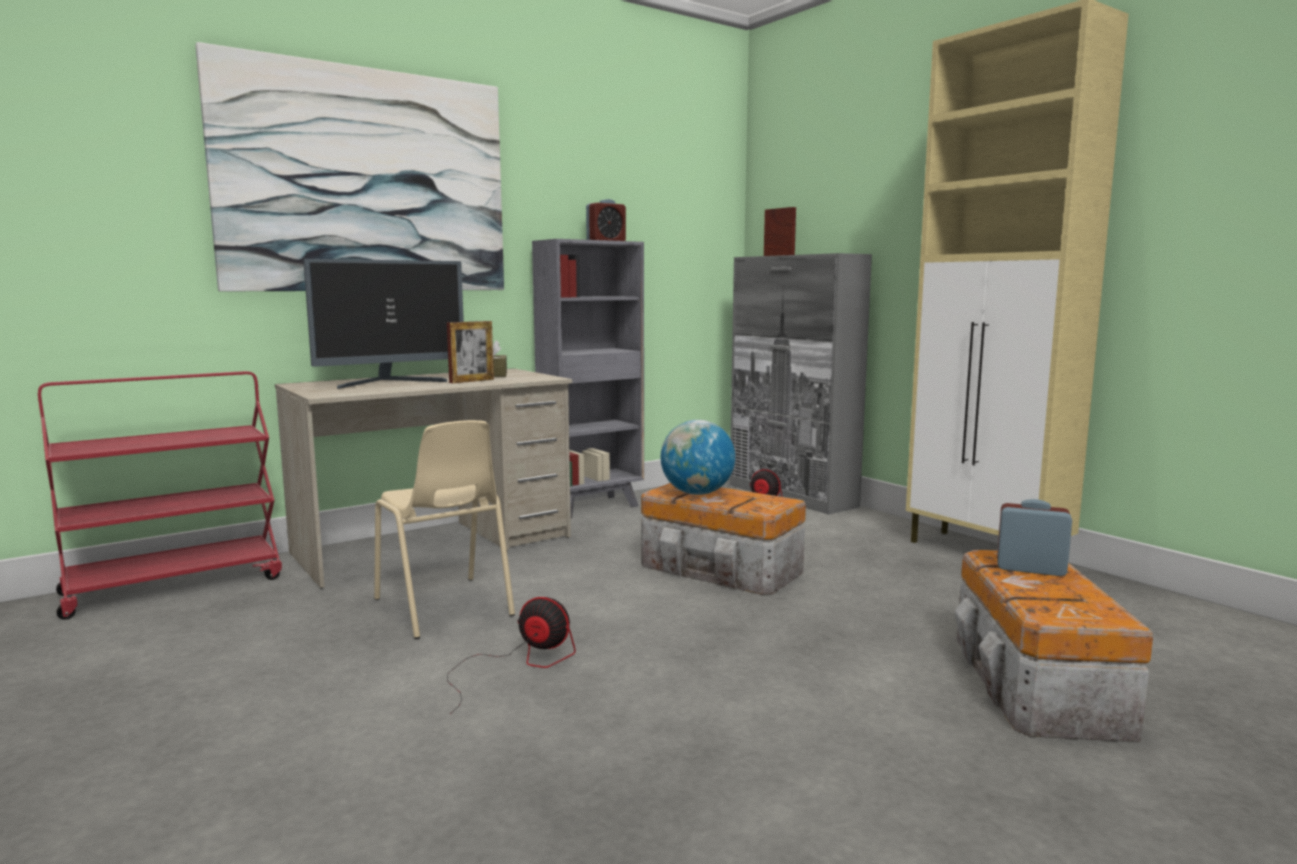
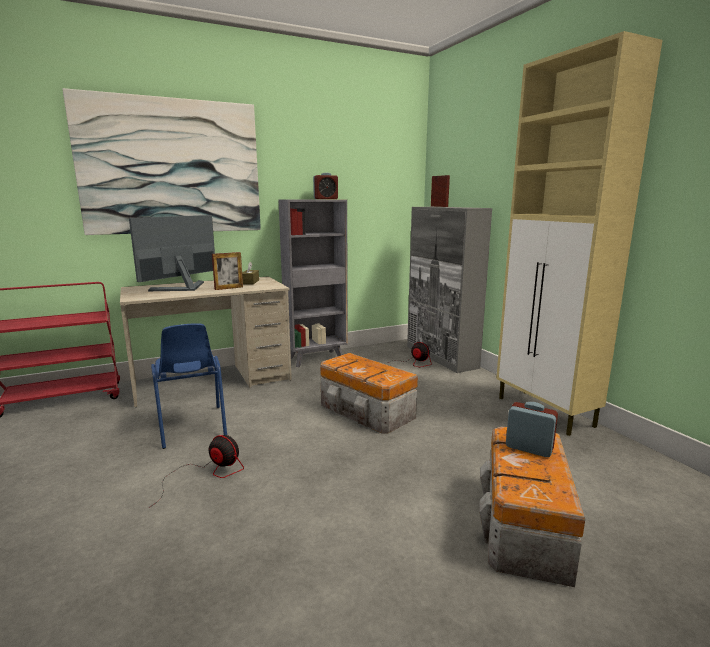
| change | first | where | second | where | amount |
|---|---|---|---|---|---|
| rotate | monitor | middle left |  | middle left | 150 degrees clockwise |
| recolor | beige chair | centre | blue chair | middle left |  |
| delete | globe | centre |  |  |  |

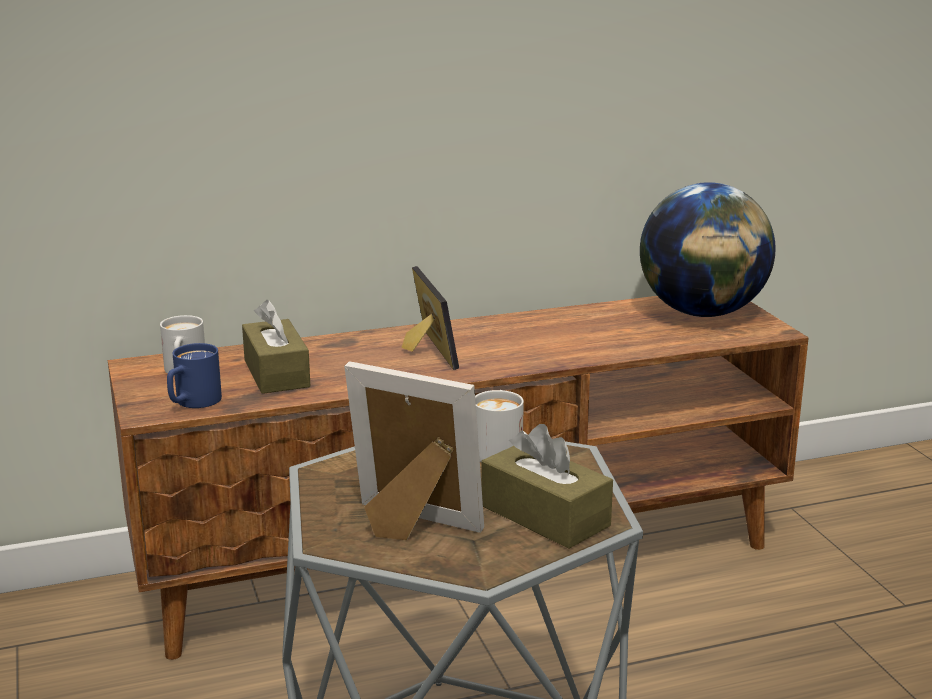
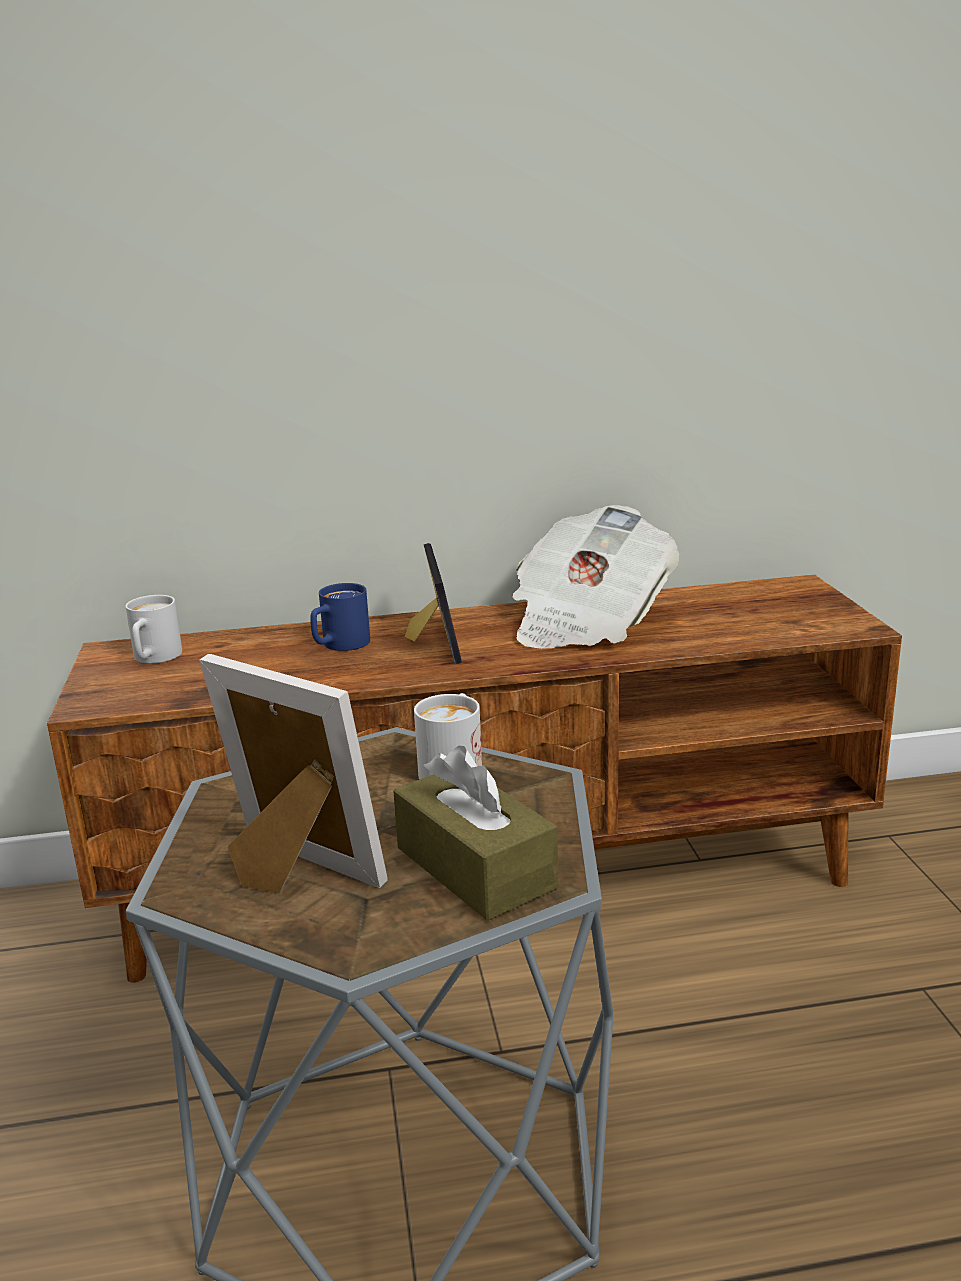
| change | first | where | second | where | amount |
|---|---|---|---|---|---|
| move | blue mug | middle left |  | centre |  |
| insert |  |  | newspaper | centre |  |
| delete | brown tissue box (1st from left) | middle left |  |  |  |
| delete | globe | middle right |  |  |  |

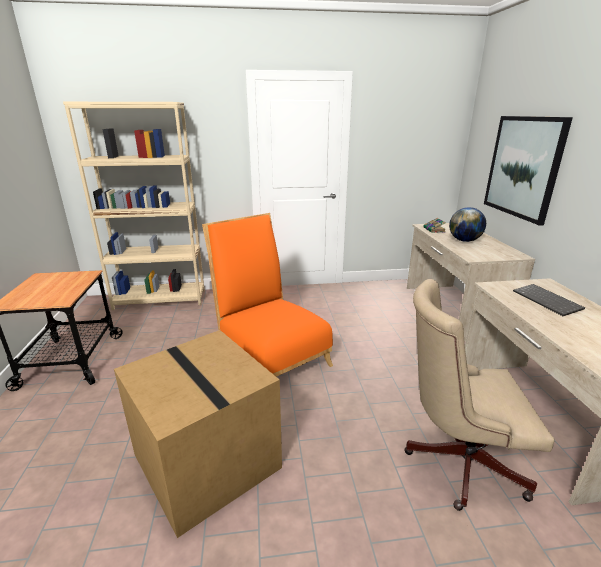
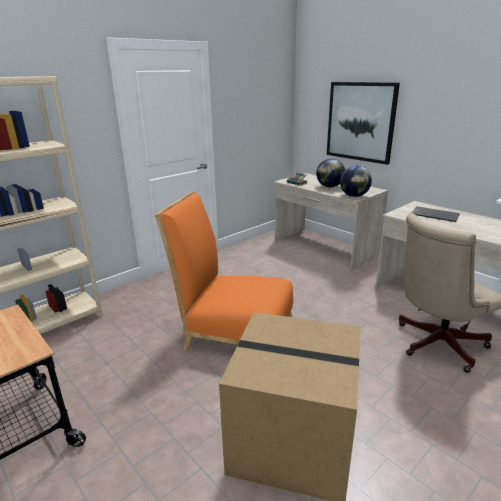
| change | first | where | second | where | amount |
|---|---|---|---|---|---|
| insert |  |  | globe (2nd from left) | middle right |  |

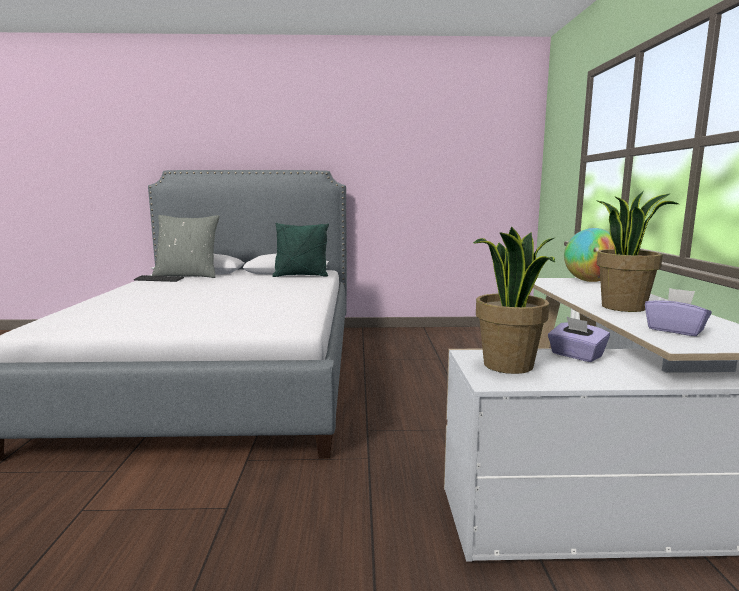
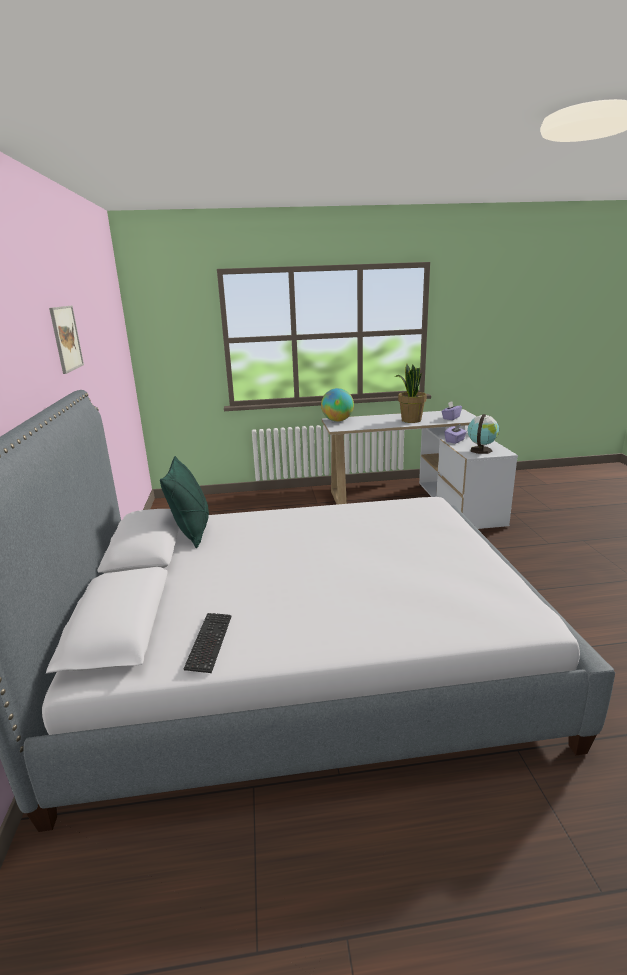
| change | first | where | second | where | amount |
|---|---|---|---|---|---|
| insert |  |  | picture | middle left |  |
| replace | potted plant (1st from left) | middle right | globe (2nd from left) | middle right |  |
| delete | grey pillow | middle left |  |  |  |

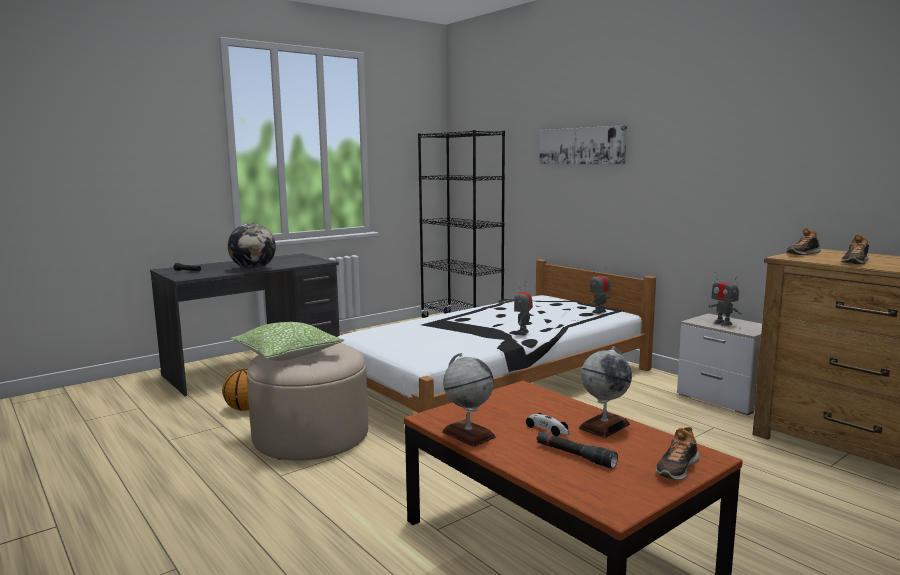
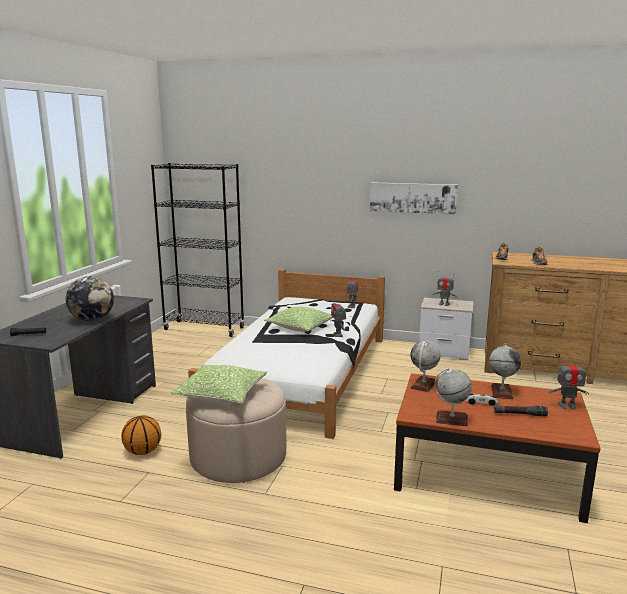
| change | first | where | second | where | amount |
|---|---|---|---|---|---|
| insert |  |  | pillow (2nd from left) | centre |  |
| move | picture | top centre |  | centre |  |
| insert |  |  | globe (2nd from left) | middle right |  |
| replace | shoe (1st from left) | bottom right | toy robot (4th from left) | middle right |  |

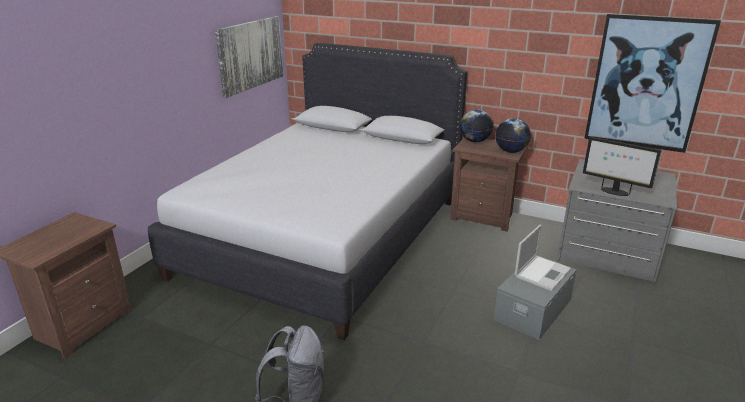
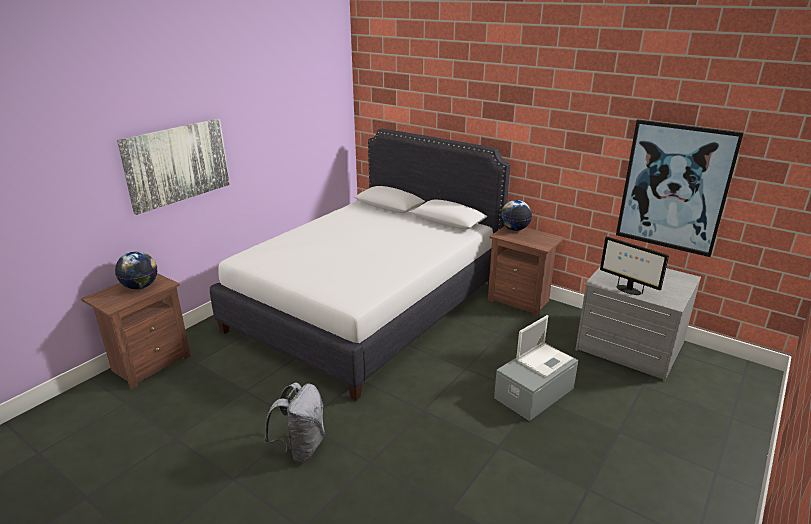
| change | first | where | second | where | amount |
|---|---|---|---|---|---|
| move | globe (2nd from left in the first image) | middle right | globe (1st from left) | middle left |  |
| move | picture (1st from left) | top centre |  | top left |  |

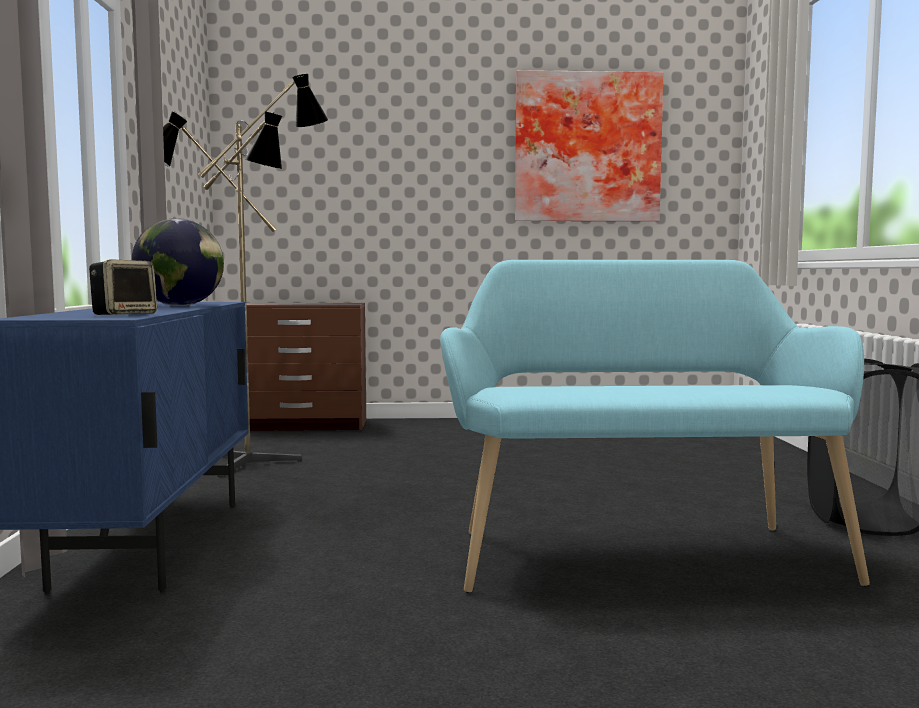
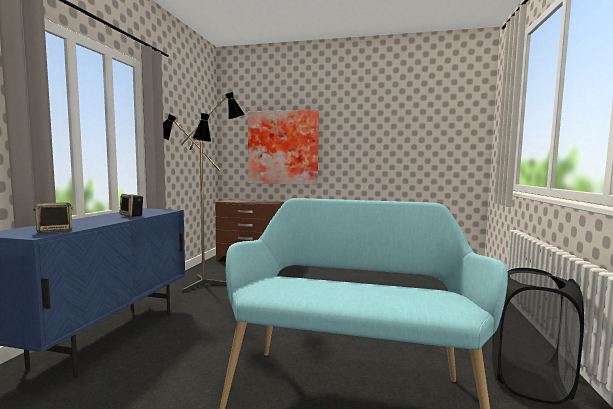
| change | first | where | second | where | amount |
|---|---|---|---|---|---|
| replace | globe | middle left | speaker (2nd from left) | middle left |  |
| move | picture | top centre |  | centre |  |

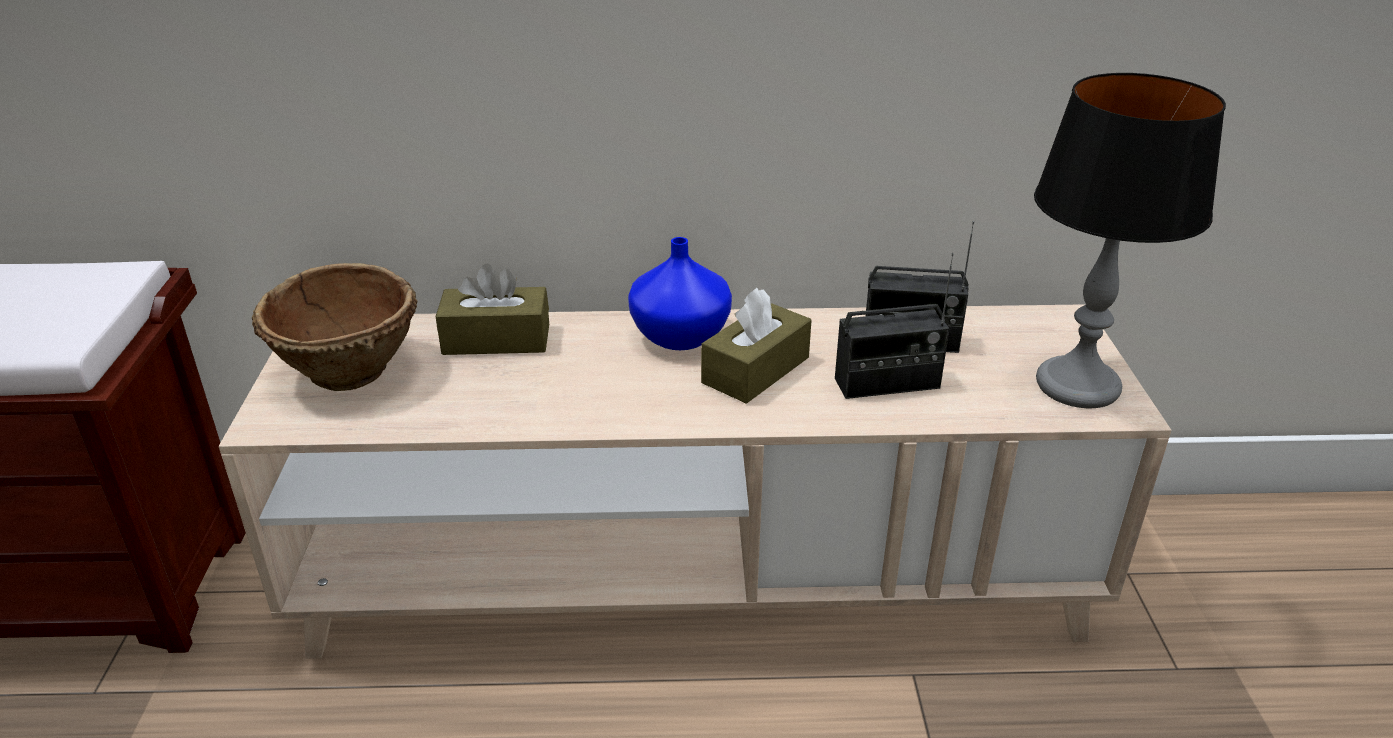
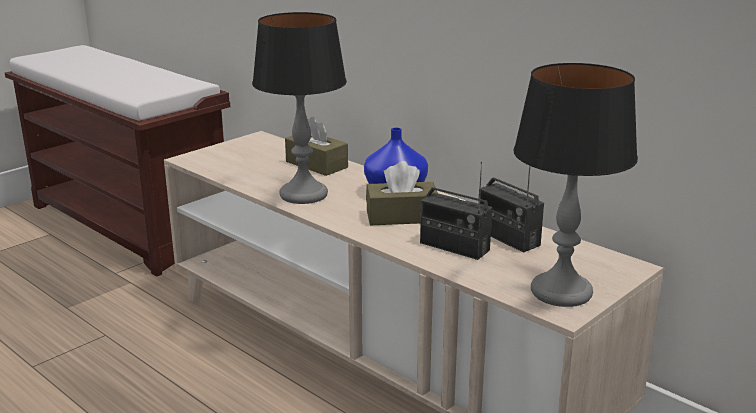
| change | first | where | second | where | amount |
|---|---|---|---|---|---|
| insert |  |  | table lamp (1st from left) | top centre |  |
| delete | brown bowl | middle left |  |  |  |

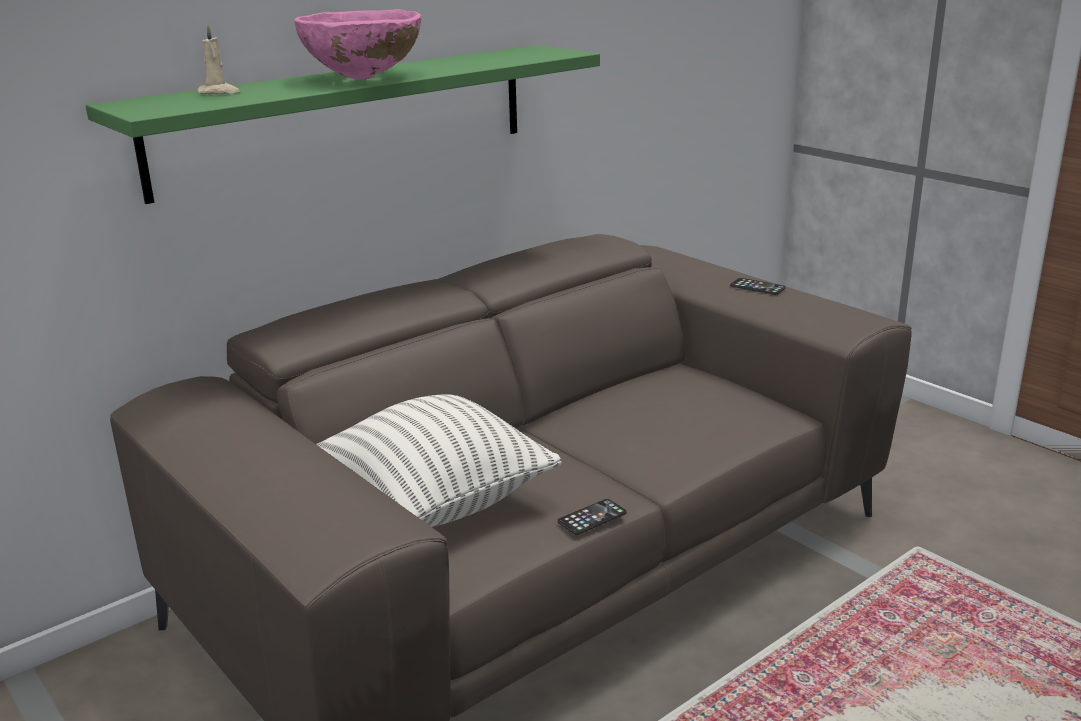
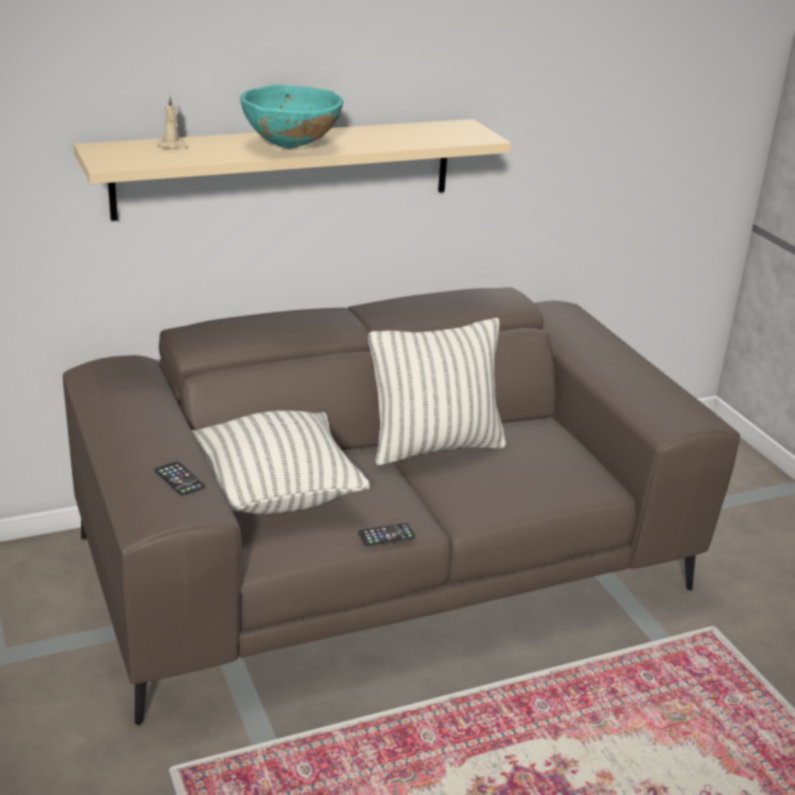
| change | first | where | second | where | amount |
|---|---|---|---|---|---|
| recolor | green shelf | top left | beige shelf | top centre |  |
| move | phone (2nd from left in the first image) | middle right | phone (1st from left) | middle left |  |
| recolor | pink bowl | top left | turquoise bowl | top centre |  |
| insert |  |  | pillow (2nd from left) | centre |  |

